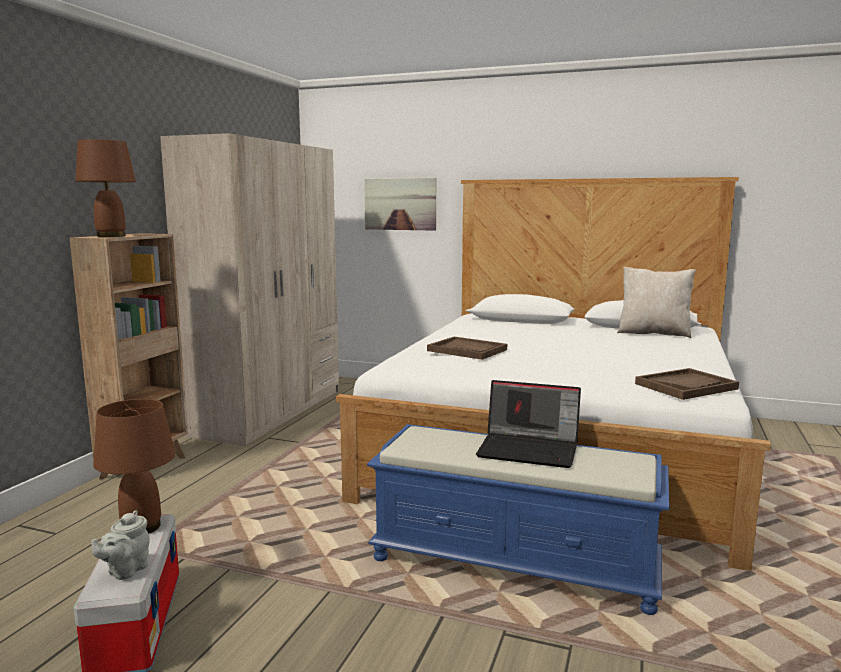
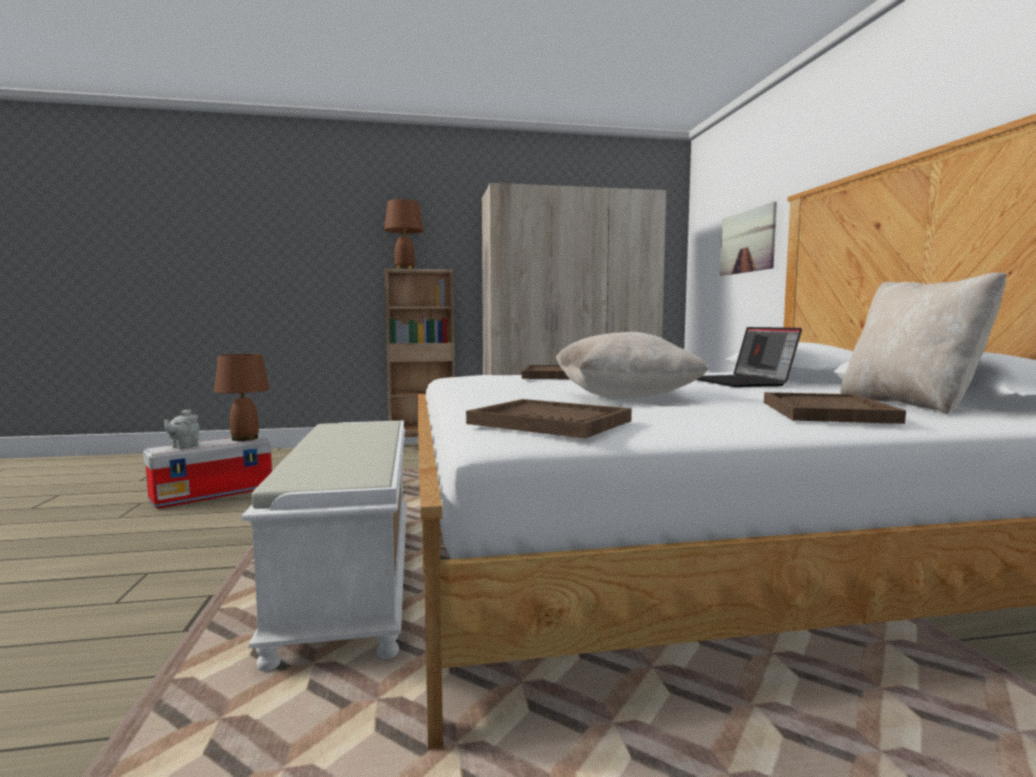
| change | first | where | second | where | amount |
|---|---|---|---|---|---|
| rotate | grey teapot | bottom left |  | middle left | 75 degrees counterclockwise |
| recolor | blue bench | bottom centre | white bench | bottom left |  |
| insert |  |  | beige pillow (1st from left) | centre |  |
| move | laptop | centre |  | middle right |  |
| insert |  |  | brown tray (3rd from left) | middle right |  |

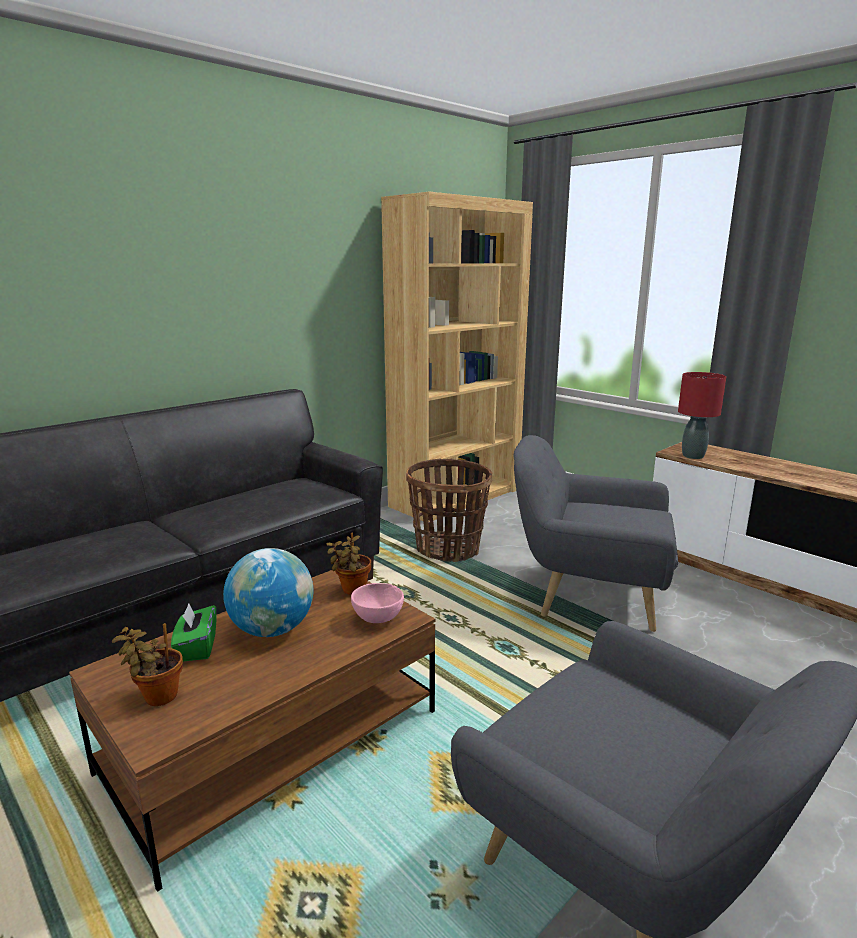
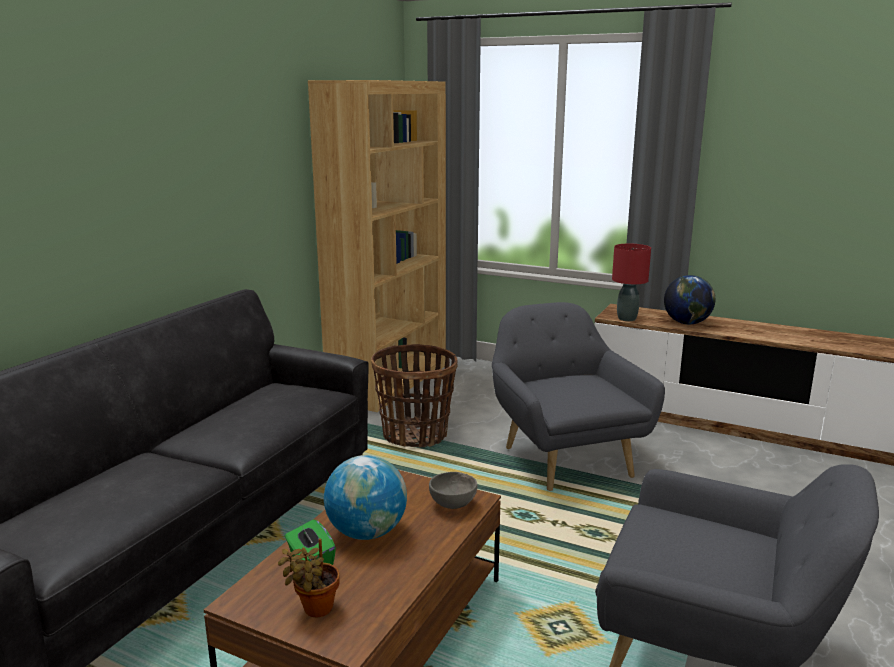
| change | first | where | second | where | amount |
|---|---|---|---|---|---|
| recolor | pink bowl | centre | grey bowl | bottom centre |  |
| rotate | grey armchair (1st from left) | middle right |  | centre | 75 degrees clockwise |
| insert |  |  | globe (2nd from left) | middle right |  |
| delete | potted plant (2nd from left) | centre |  |  |  |

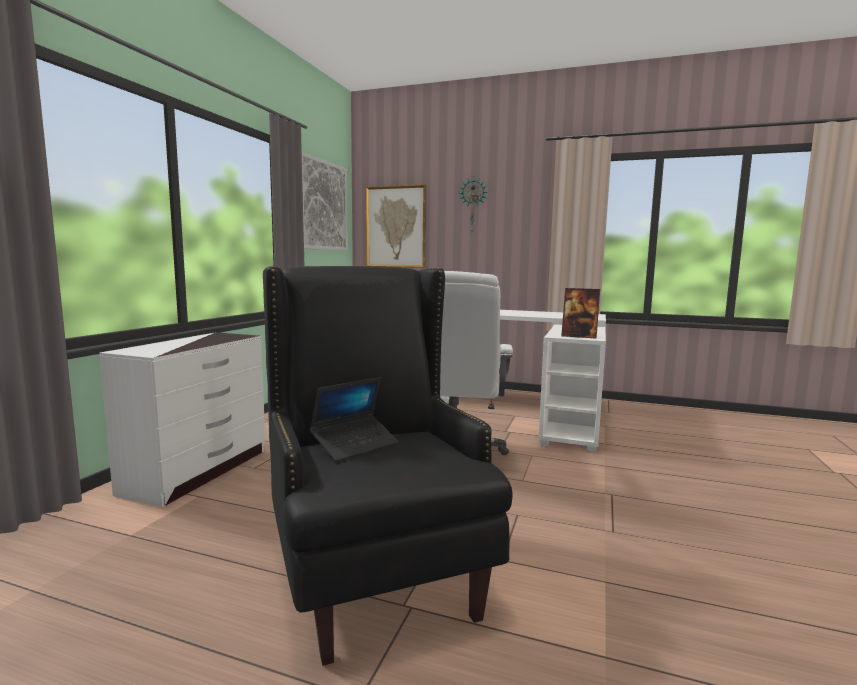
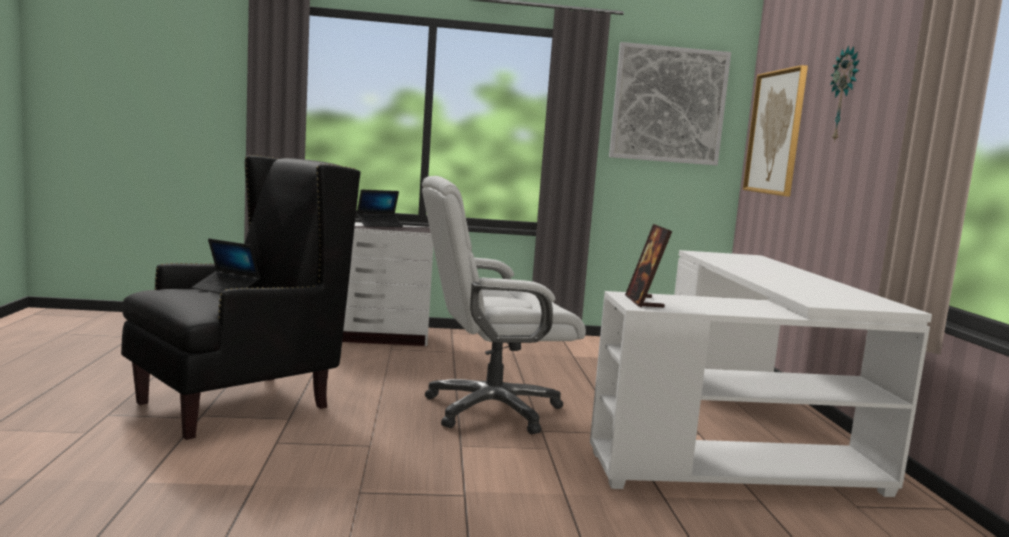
| change | first | where | second | where | amount |
|---|---|---|---|---|---|
| insert |  |  | laptop (2nd from left) | centre |  |

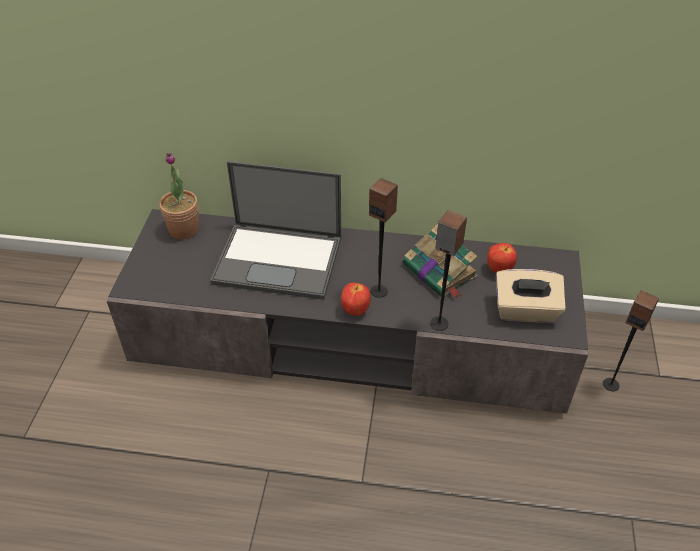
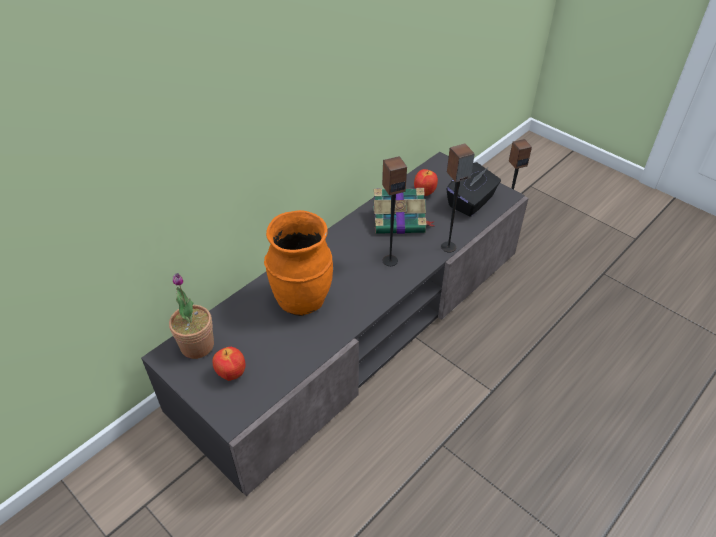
| change | first | where | second | where | amount |
|---|---|---|---|---|---|
| move | apple (1st from left) | centre |  | bottom left |  |
| replace | laptop | centre | orange vase | centre |  |
| recolor | beige tissue box | middle right | black tissue box | centre |  |

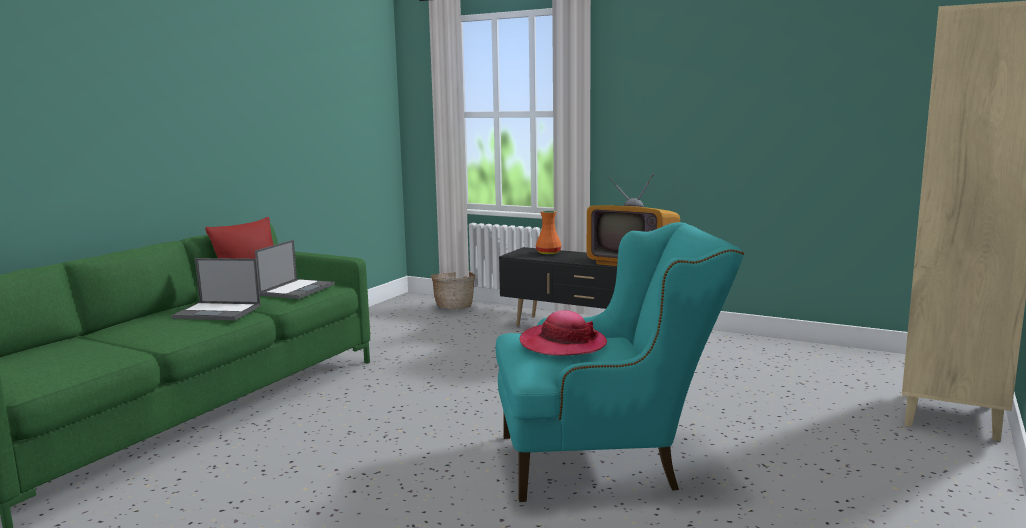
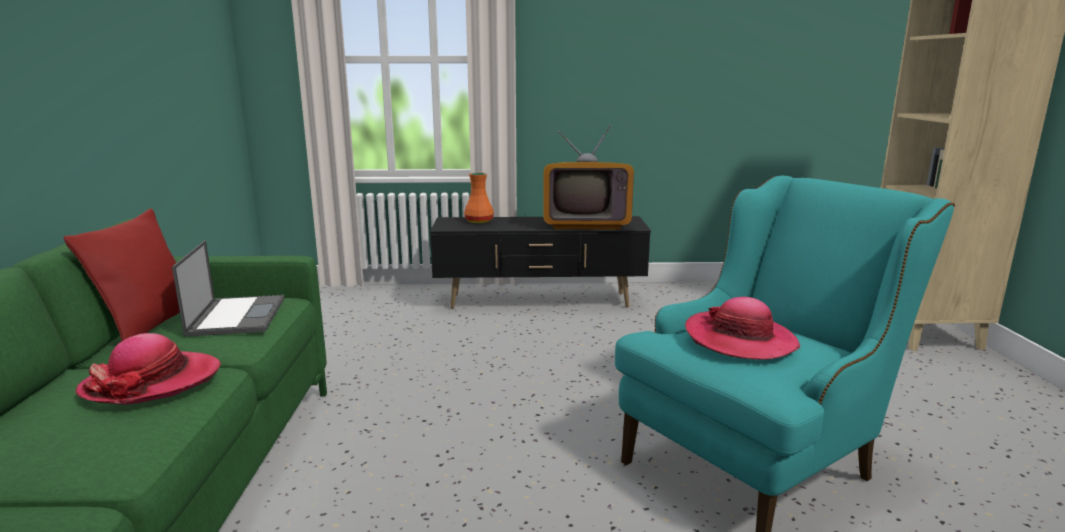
| change | first | where | second | where | amount |
|---|---|---|---|---|---|
| replace | laptop (1st from left) | middle left | hat (1st from left) | bottom left |  |
| delete | basket | centre |  |  |  |

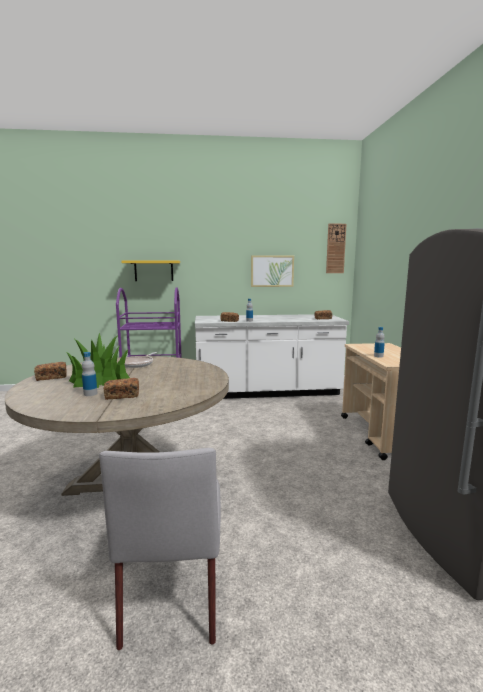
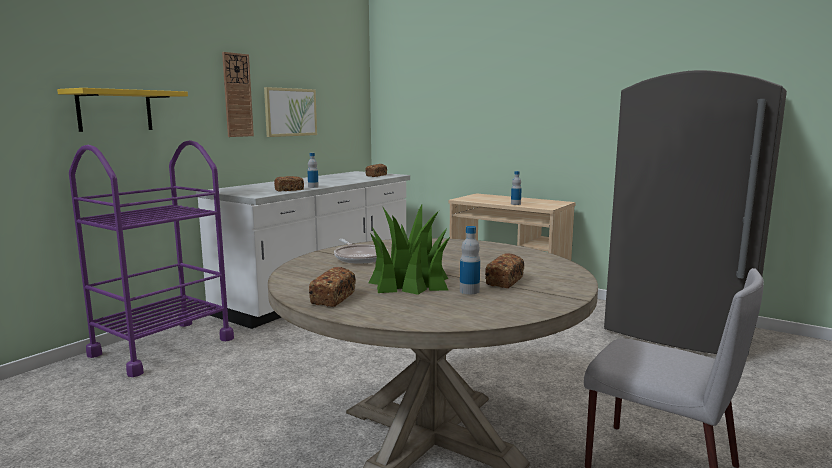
| change | first | where | second | where | amount |
|---|---|---|---|---|---|
| move | wall clock | middle right |  | top left |  |

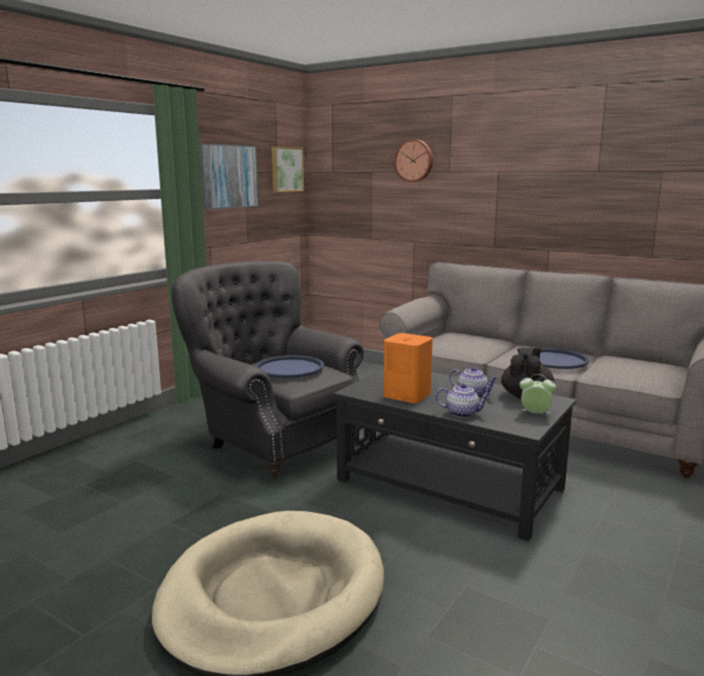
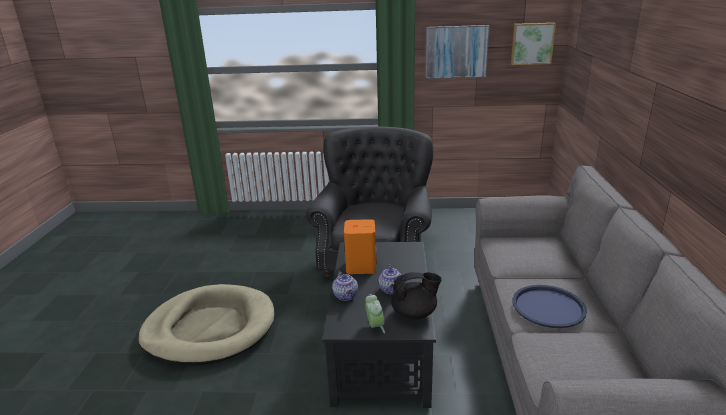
| change | first | where | second | where | amount |
|---|---|---|---|---|---|
| delete | blue tray (1st from left) | centre |  |  |  |
| delete | wall clock | top centre |  |  |  |

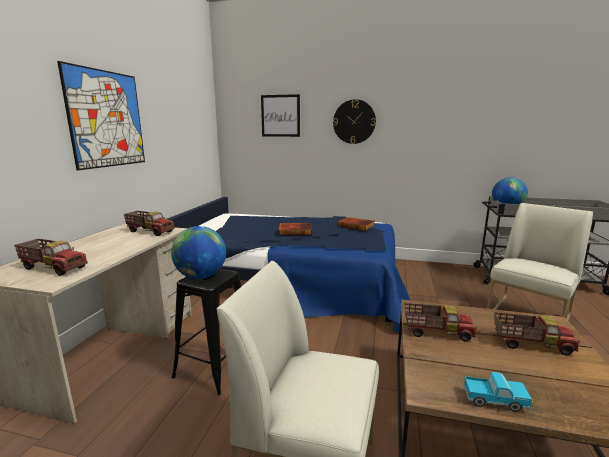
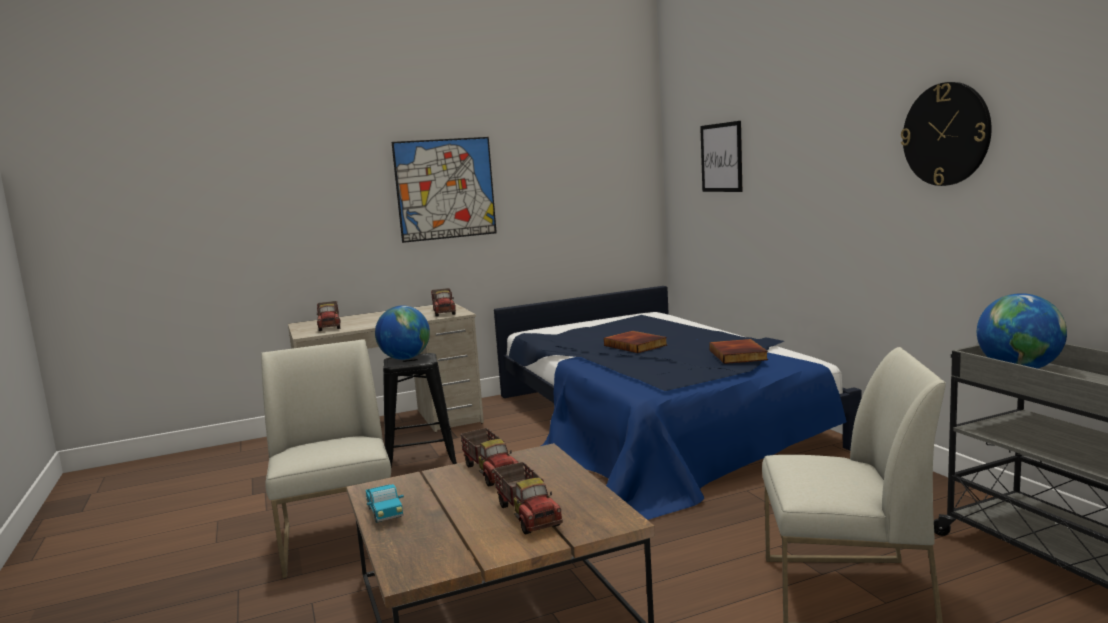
| change | first | where | second | where | amount |
|---|---|---|---|---|---|
| move | wall clock | top centre |  | top right |  |

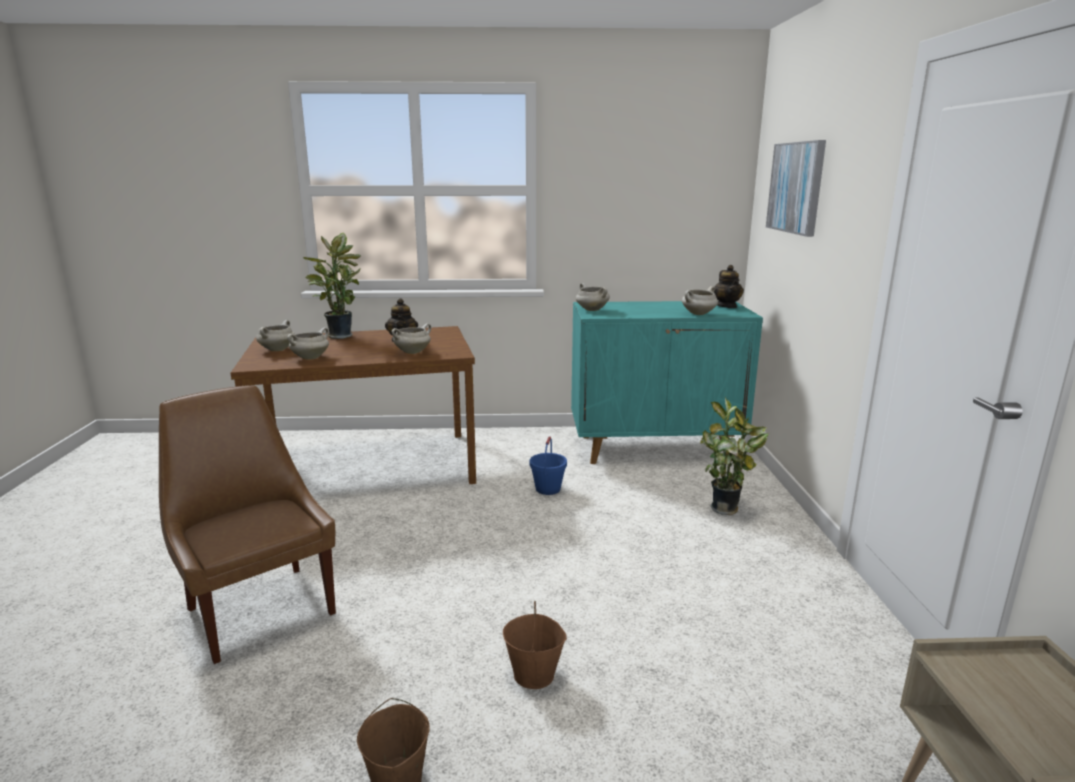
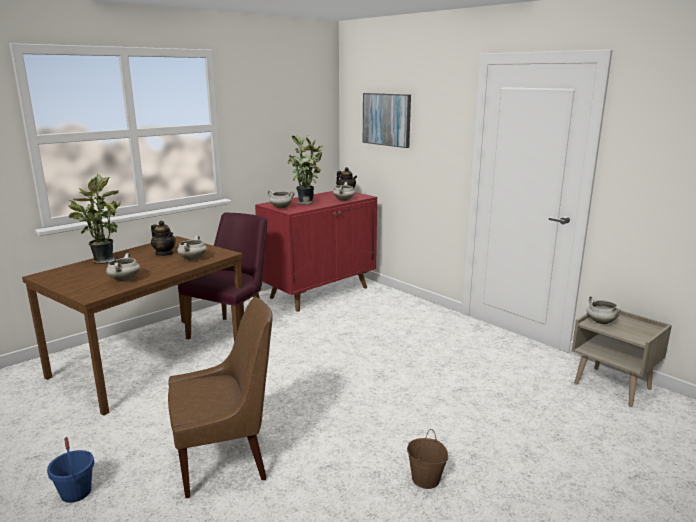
| change | first | where | second | where | amount |
|---|---|---|---|---|---|
| move | blue bucket | centre |  | bottom left |  |
| rotate | brown chair | bottom left |  | bottom left | 150 degrees clockwise |
| insert |  |  | purple chair | middle left |  |
| recolor | turquoise cabinet | centre | red cabinet | centre |  |
| move | potted plant (2nd from left) | middle right |  | top centre |  |
| move | white cooking pot (1st from left in the first image) | middle left | white cooking pot (5th from left) | middle right |  |
| delete | brown bucket (2nd from left) | bottom centre |  |  |  |

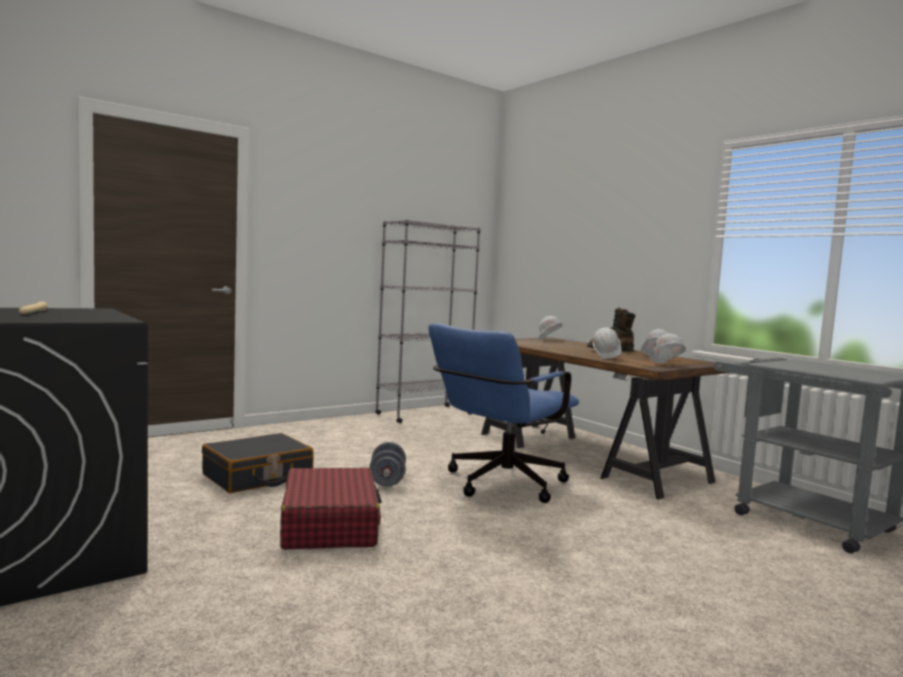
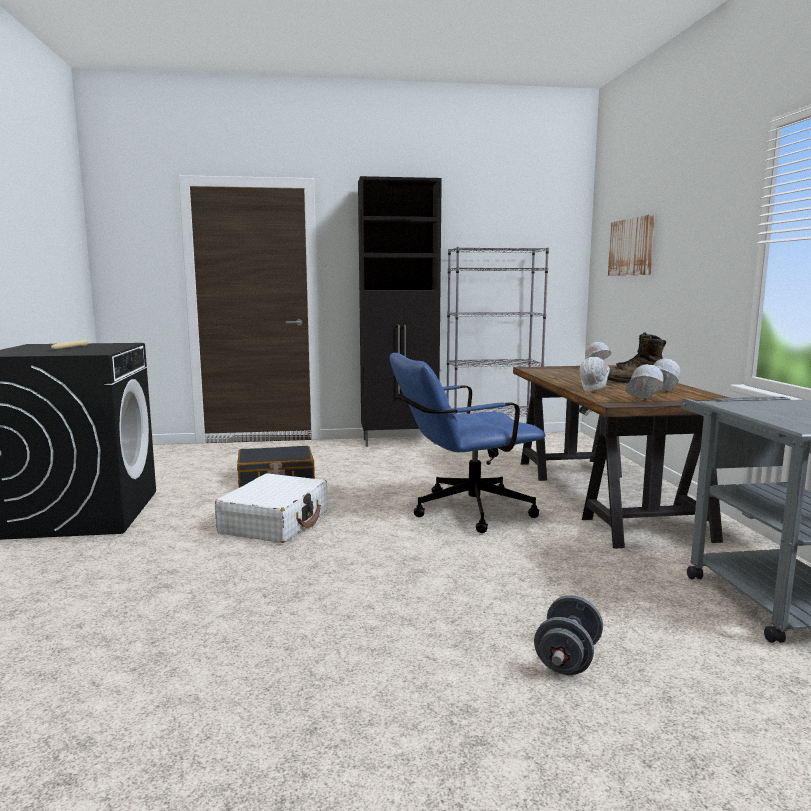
| change | first | where | second | where | amount |
|---|---|---|---|---|---|
| recolor | red suitcase | bottom centre | white suitcase | centre |  |
| insert |  |  | black cabinet | centre |  |
| move | grey dumbbell | bottom centre |  | bottom right |  |
| insert |  |  | picture | top right |  |

